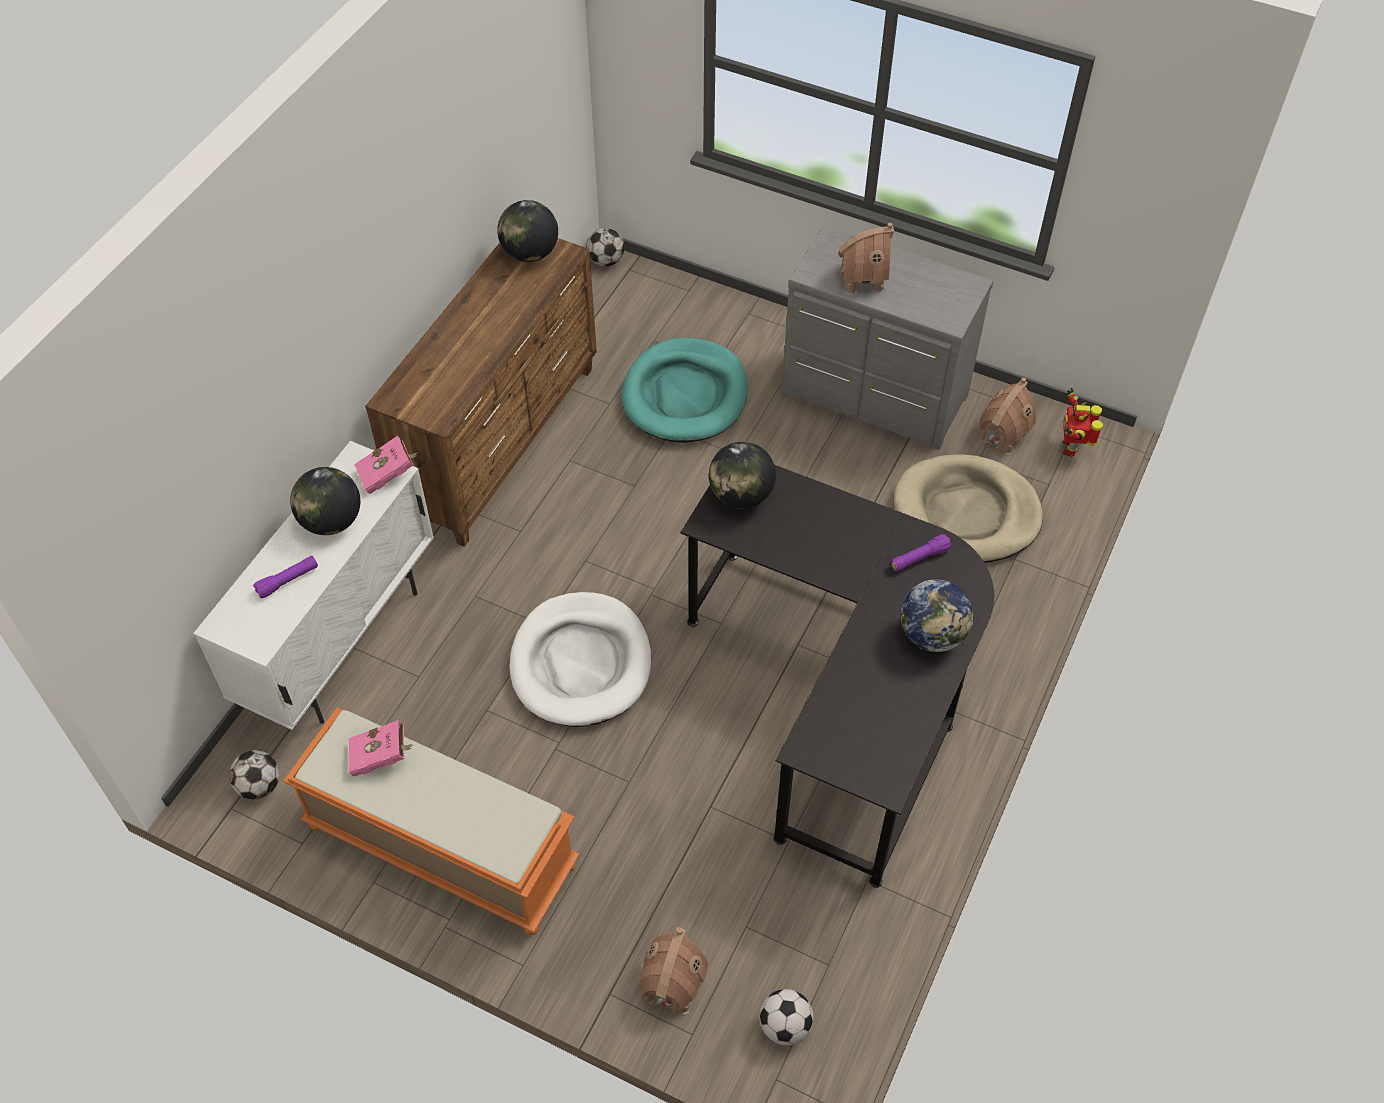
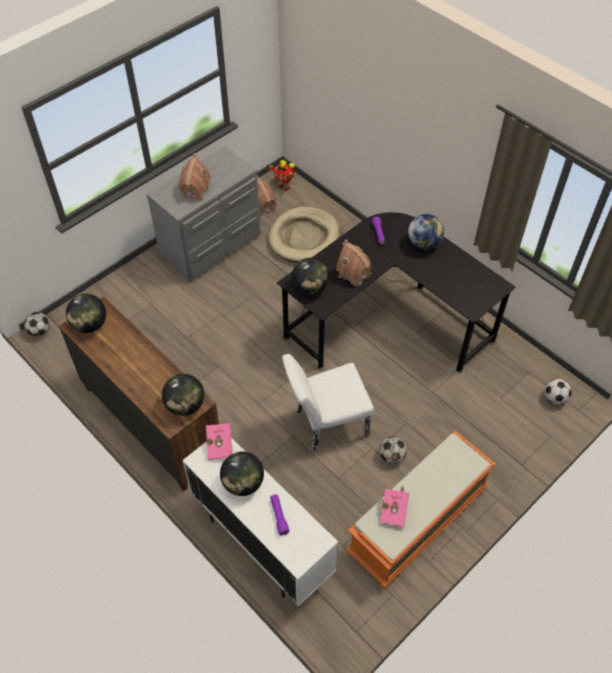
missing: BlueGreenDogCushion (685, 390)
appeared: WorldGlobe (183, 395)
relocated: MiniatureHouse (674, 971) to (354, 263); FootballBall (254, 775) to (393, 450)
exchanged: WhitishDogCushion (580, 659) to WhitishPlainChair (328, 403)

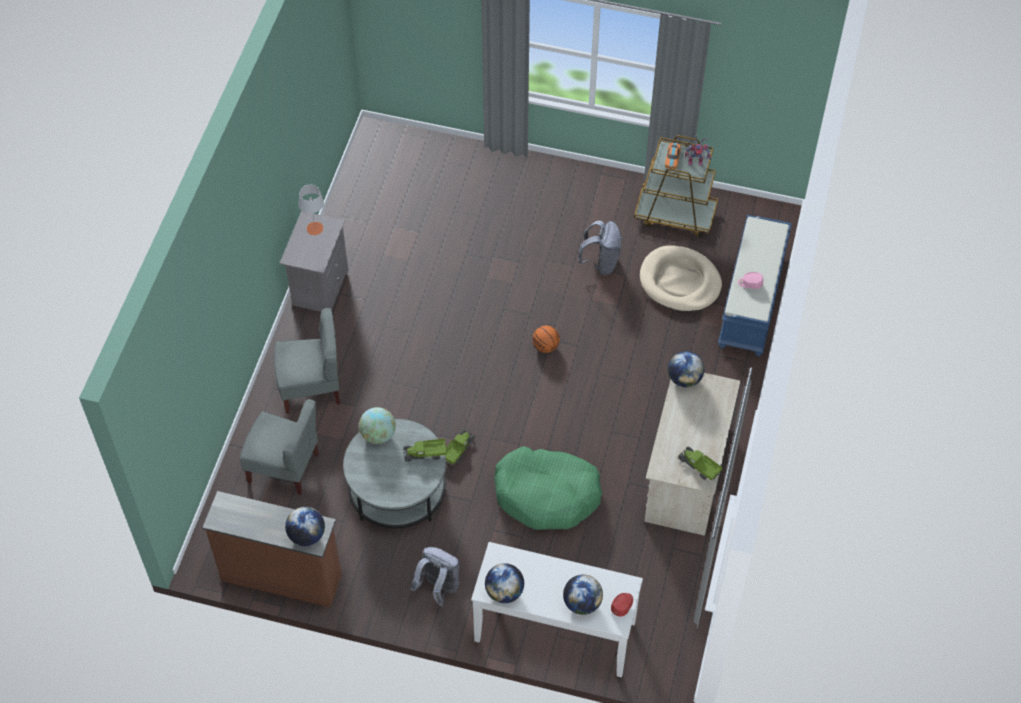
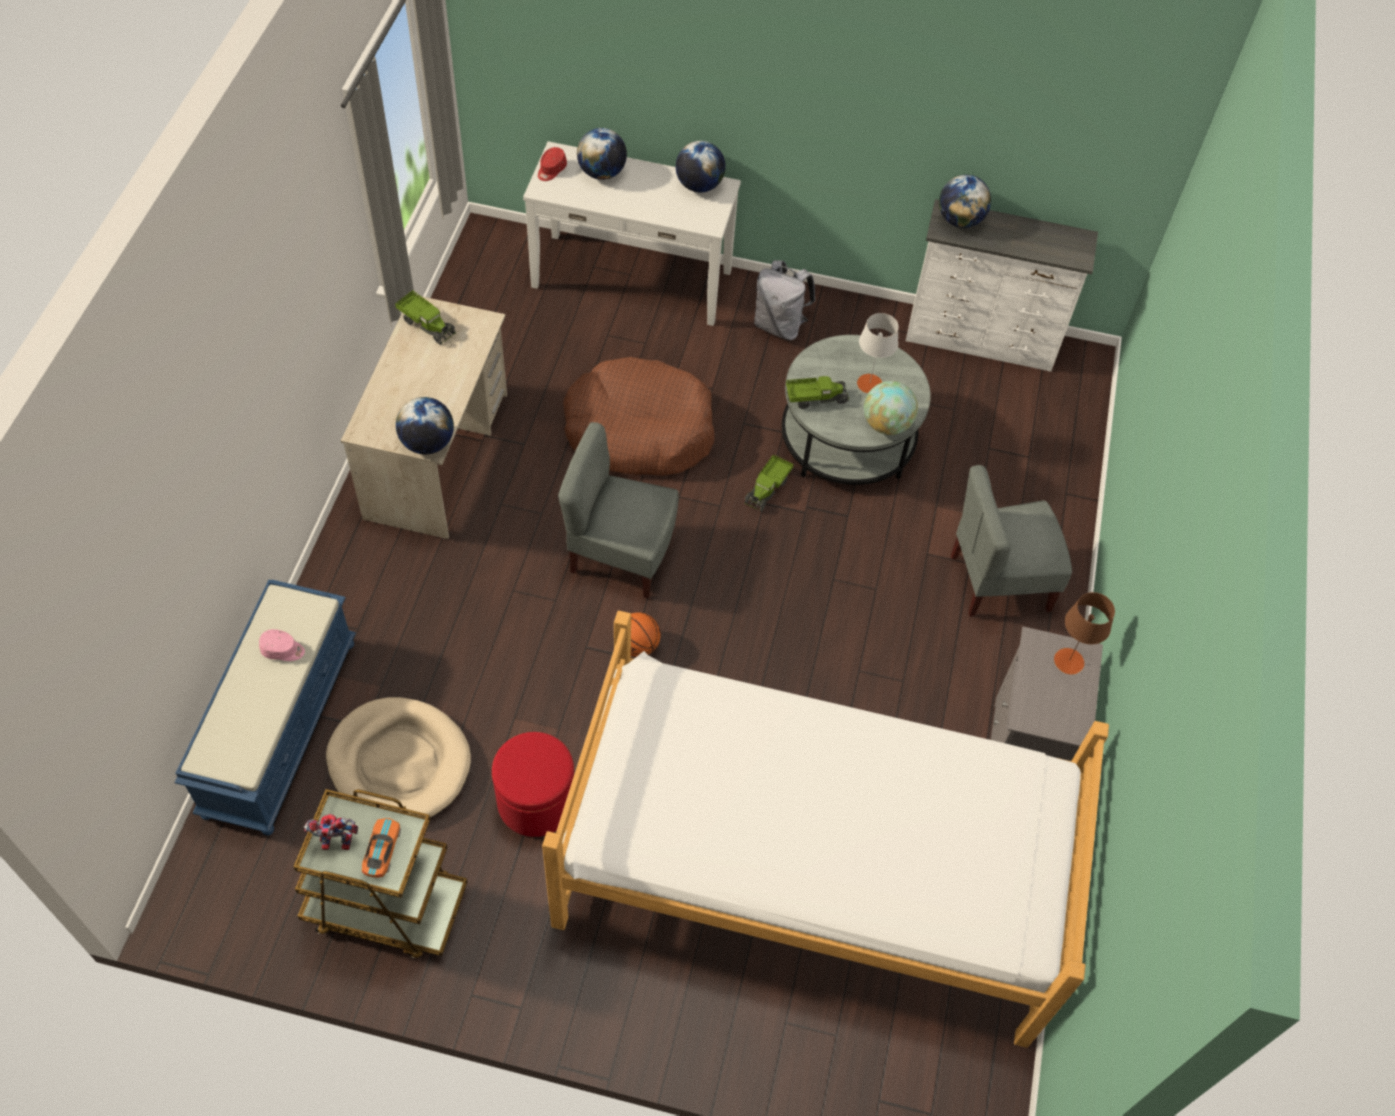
appeared: Bed (825, 829); BrownLampForATable (1084, 633)
relocated: GreyPlainChair (279, 447) to (618, 510); GreyLampForATable (311, 210) to (877, 353)
exchanged: GreyRucksack (600, 248) to ReddishFootrest (533, 784)
colour: GreenDogCushion (548, 488) to BrownDogCushion (639, 416); BrownDrawerChest (272, 549) to WhitishDrawerChest (1002, 285)

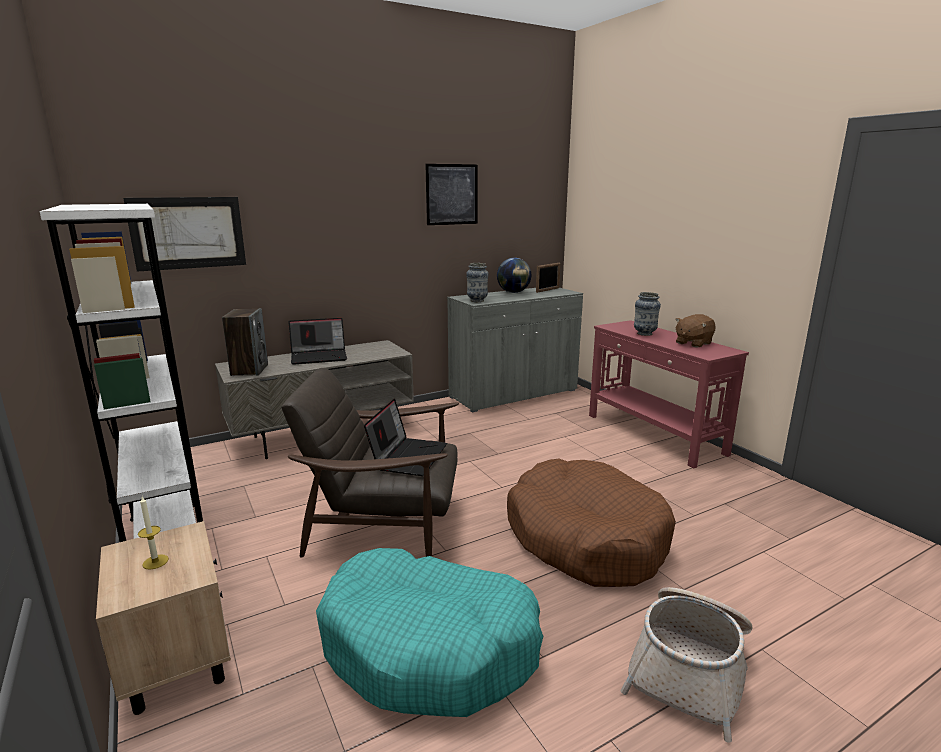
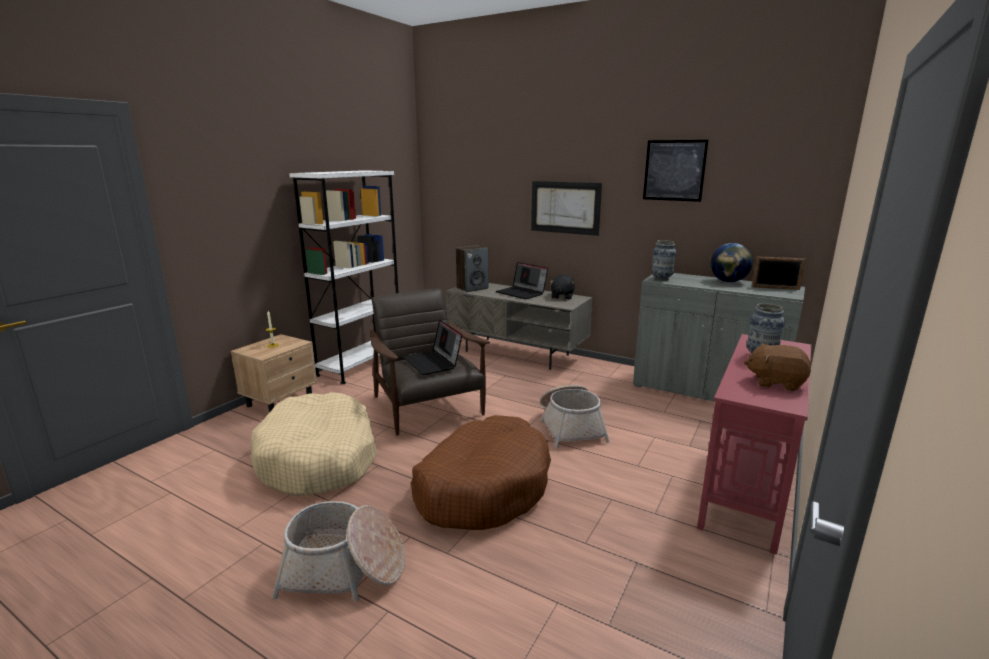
appeared: HouseholdBasket (575, 416); BlackishPlushToy (562, 287)
relocated: Picture (184, 234) to (566, 208)
colour: BlueGreenDogCushion (429, 632) to SandColouredDogCushion (314, 444)
spun: Laptop (405, 437) = (432, 347) 75 degrees clockwise

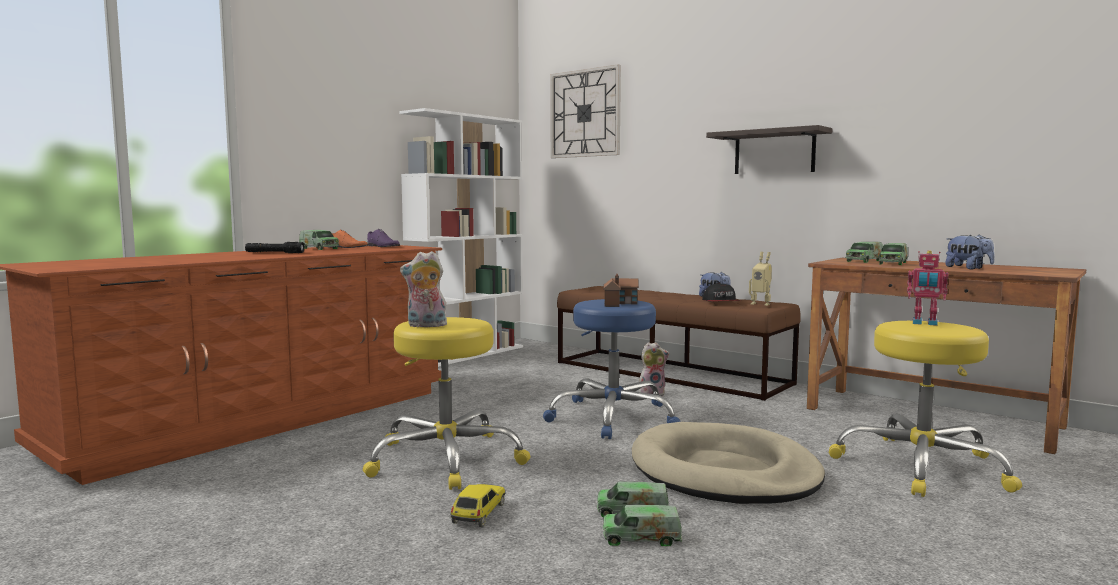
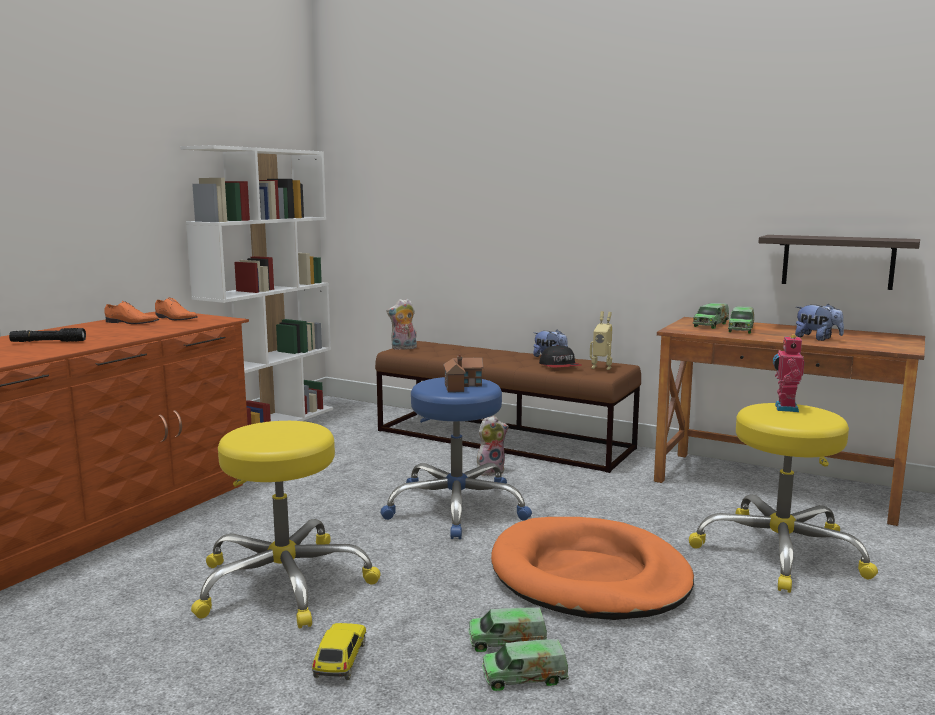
missing: ModelTruck (319, 240); ClockOnTheWall (586, 111)
relocated: PlushToy (423, 289) to (402, 324); Shelf (769, 149) to (839, 262)
colour: PurplishLowShoe (383, 238) to OrangeyLowShoe (176, 308); SandColouredDogCushion (728, 463) to OrangeyDogCushion (592, 568)
spun: ToyRobot (928, 288) = (789, 373) 90 degrees clockwise

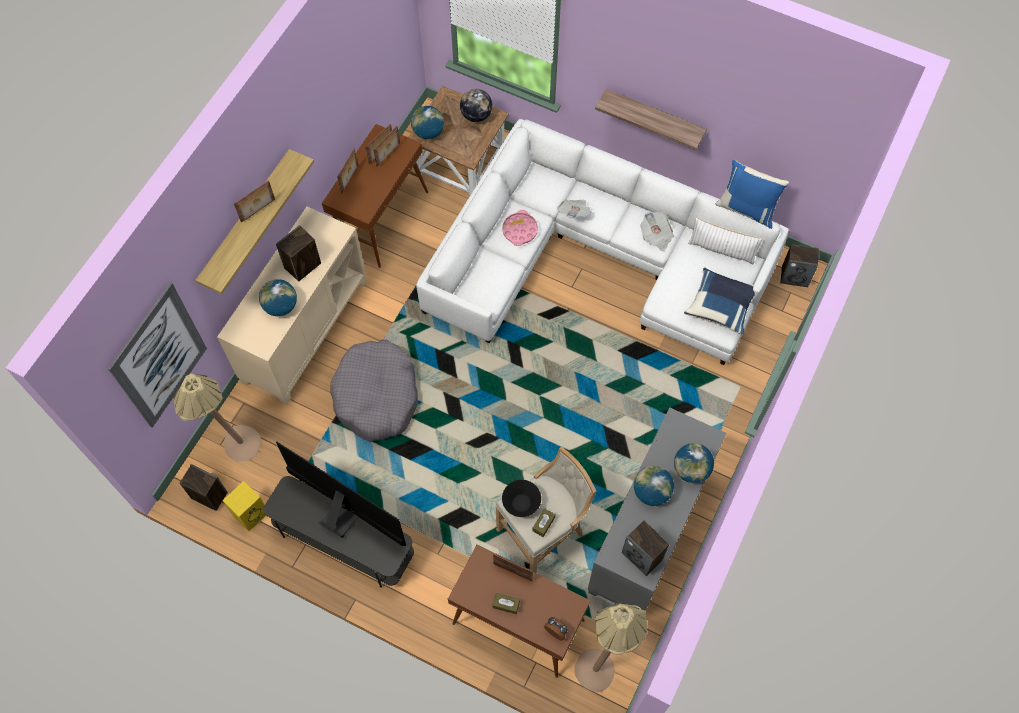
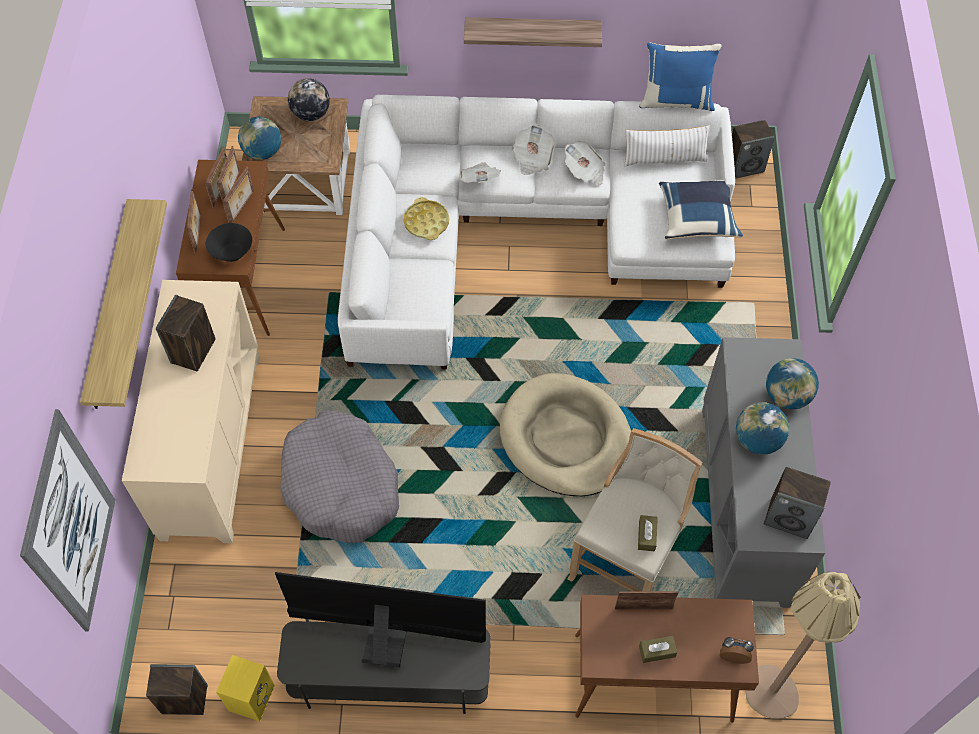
missing: SandColouredStandingLamp (217, 417); WorldGlobe (278, 297)
appeared: SandColouredDogCushion (565, 434); Newspaper (534, 150)
relocated: BlackishServingBowl (521, 498) to (229, 242); PictureFrame (254, 201) to (238, 194)
colour: PinkColouredServingTray (520, 228) to YellowishServingTray (426, 218)

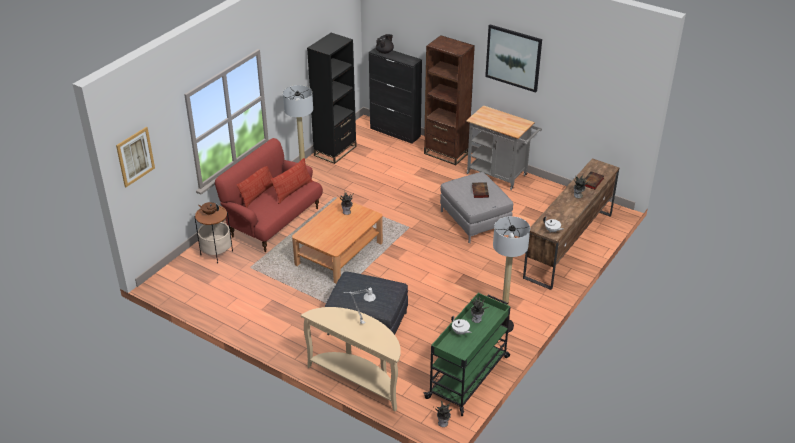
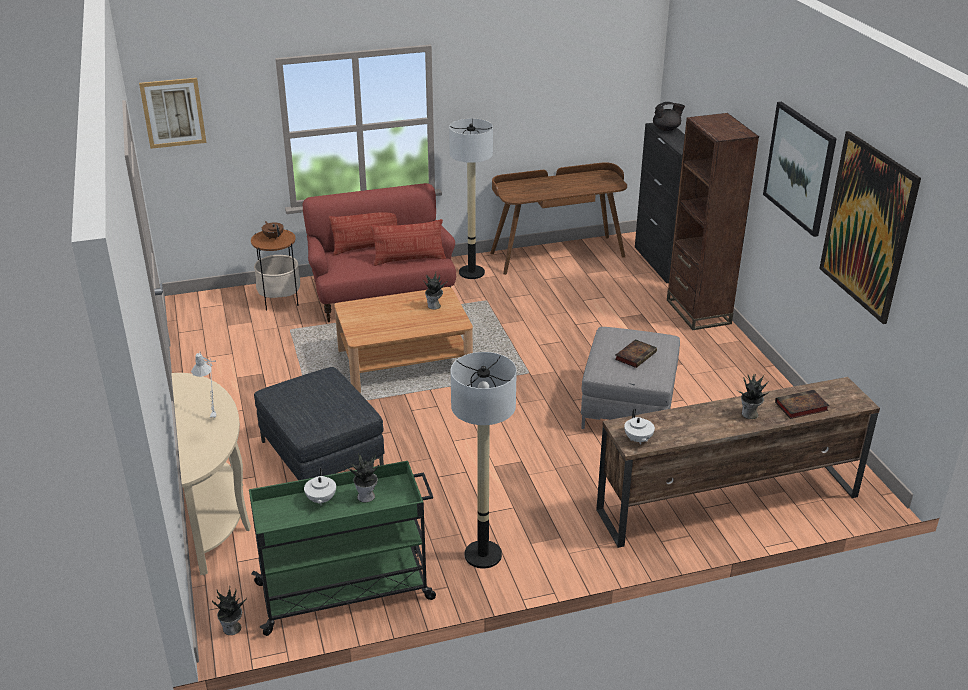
missing: GreyTrolley (504, 147)
appeared: Picture (870, 227)
exchanged: BlackishBookshelf (332, 98) to BrownDesk (558, 218)

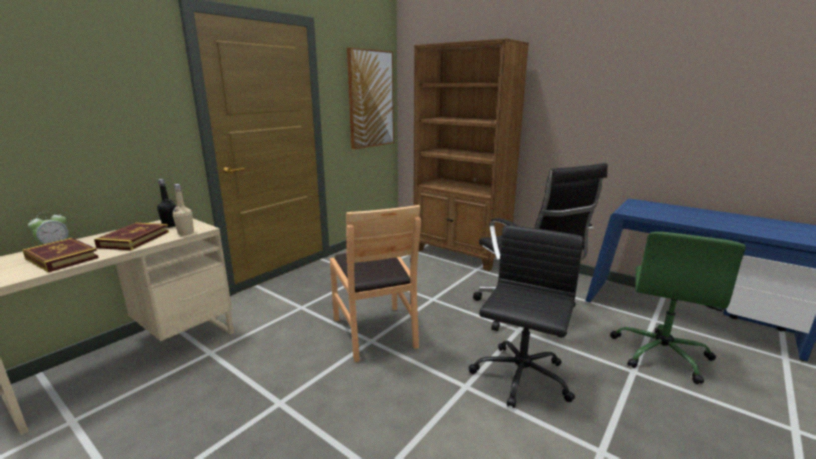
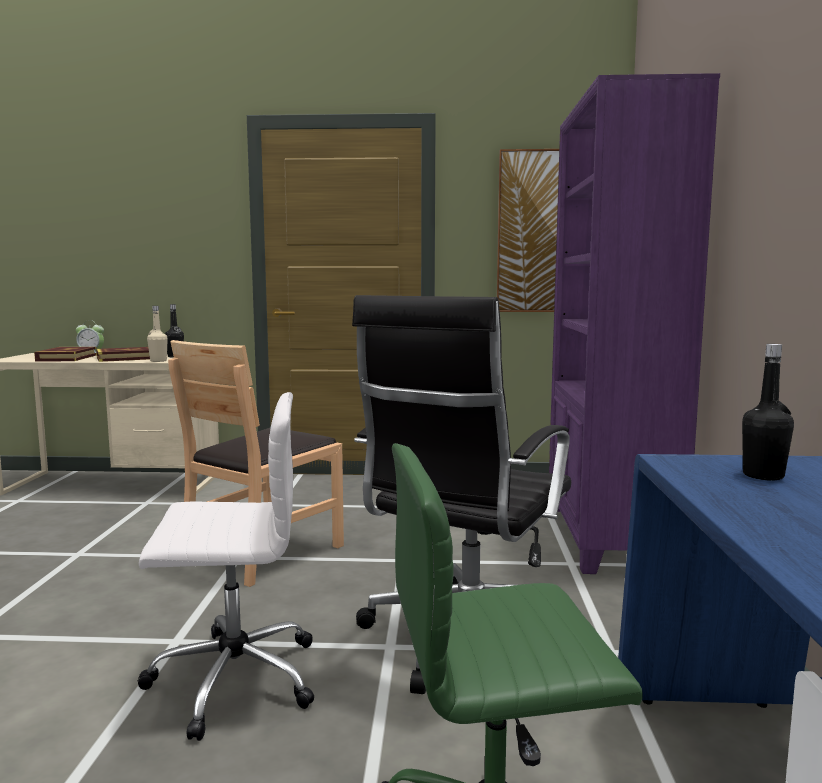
appeared: BlackishDrinkBottle (768, 412)
colour: BlackishDeskChair (526, 316) to WhitishDeskChair (225, 566); BrownBookshelf (471, 154) to PurplishBookshelf (634, 323)

